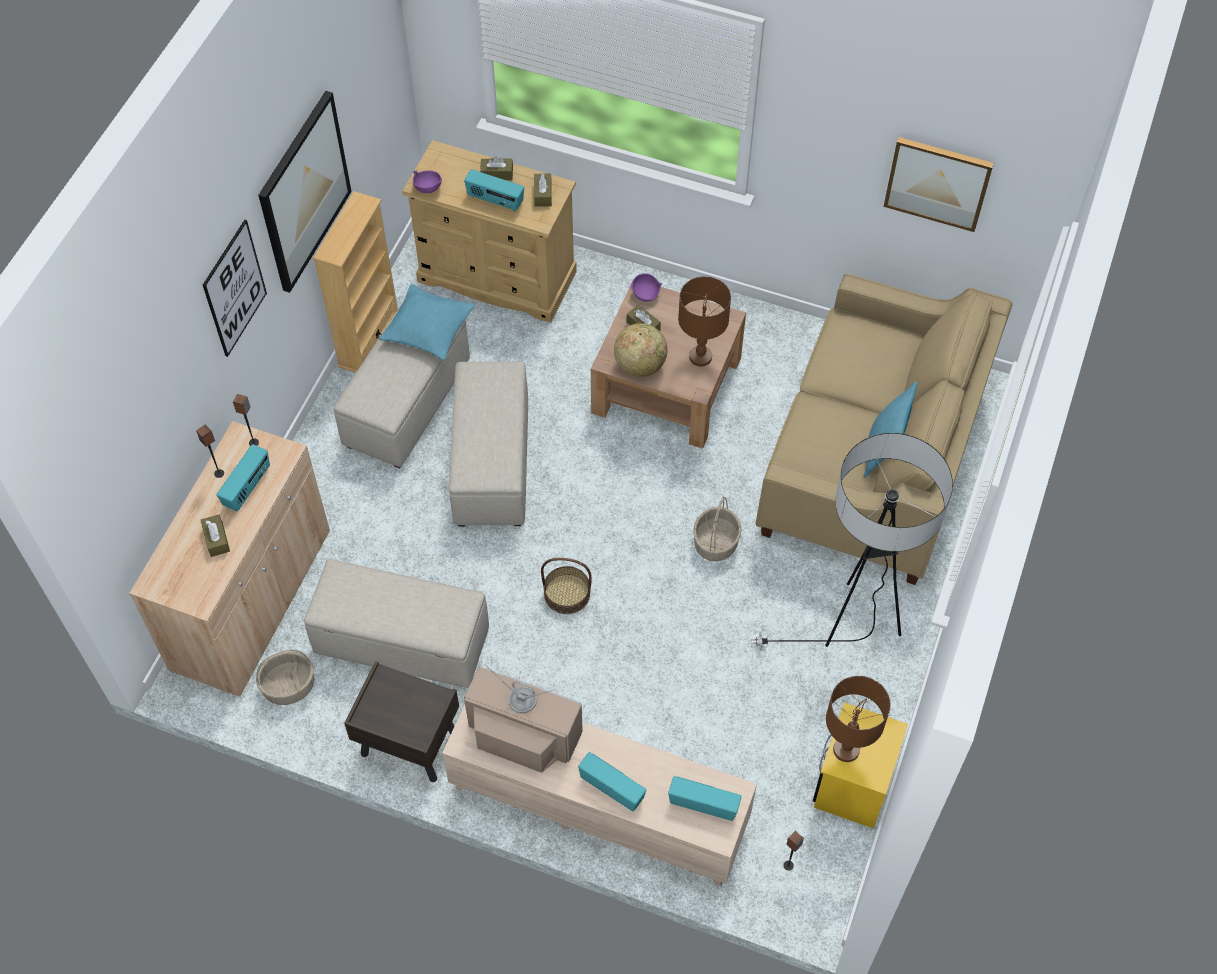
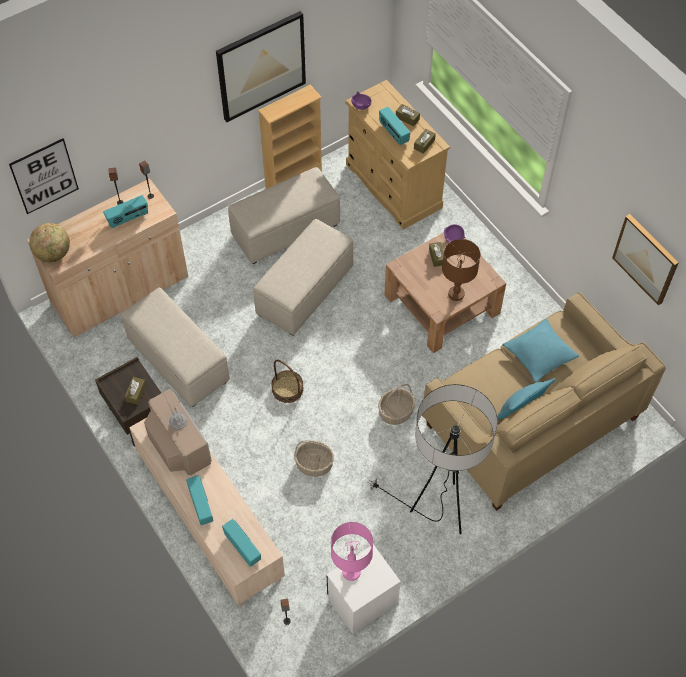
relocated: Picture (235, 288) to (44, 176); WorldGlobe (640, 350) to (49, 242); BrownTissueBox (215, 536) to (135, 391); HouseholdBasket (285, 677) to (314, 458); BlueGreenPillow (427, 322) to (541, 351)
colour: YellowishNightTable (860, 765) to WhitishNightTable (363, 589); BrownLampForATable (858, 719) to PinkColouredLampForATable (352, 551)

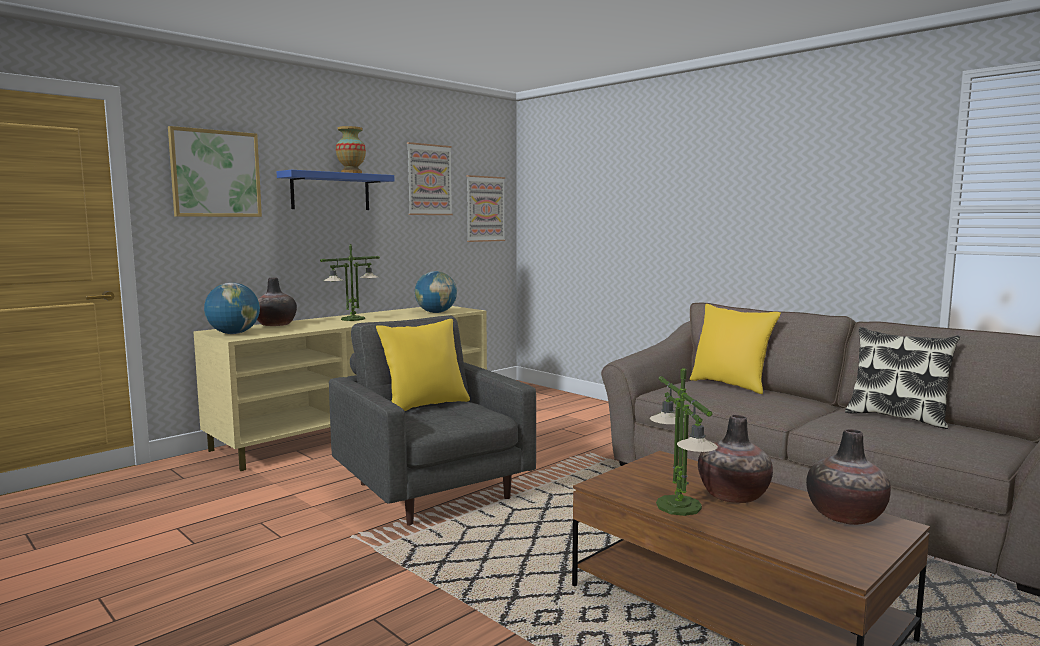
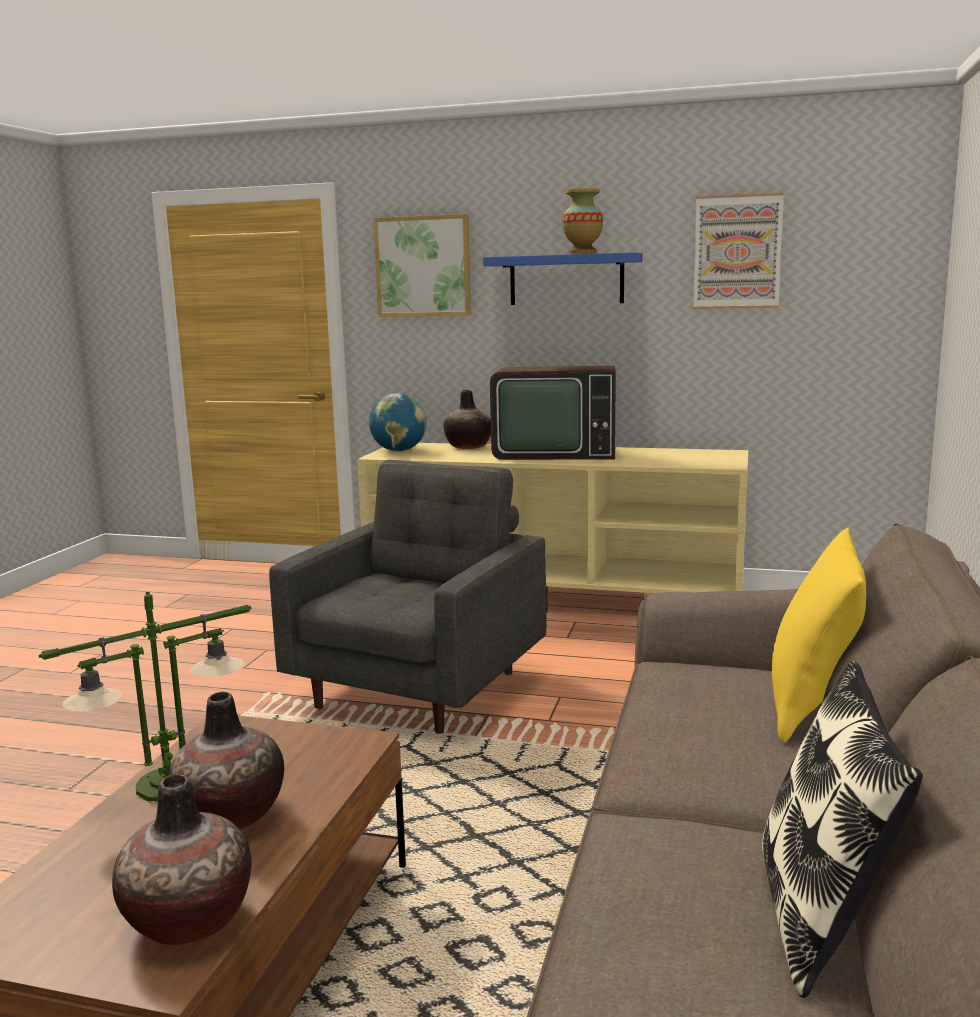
missing: YellowishPillow (423, 365); WorldGlobe (436, 292); Picture (485, 208)
exchanged: LampForATable (350, 282) to Television (553, 413)

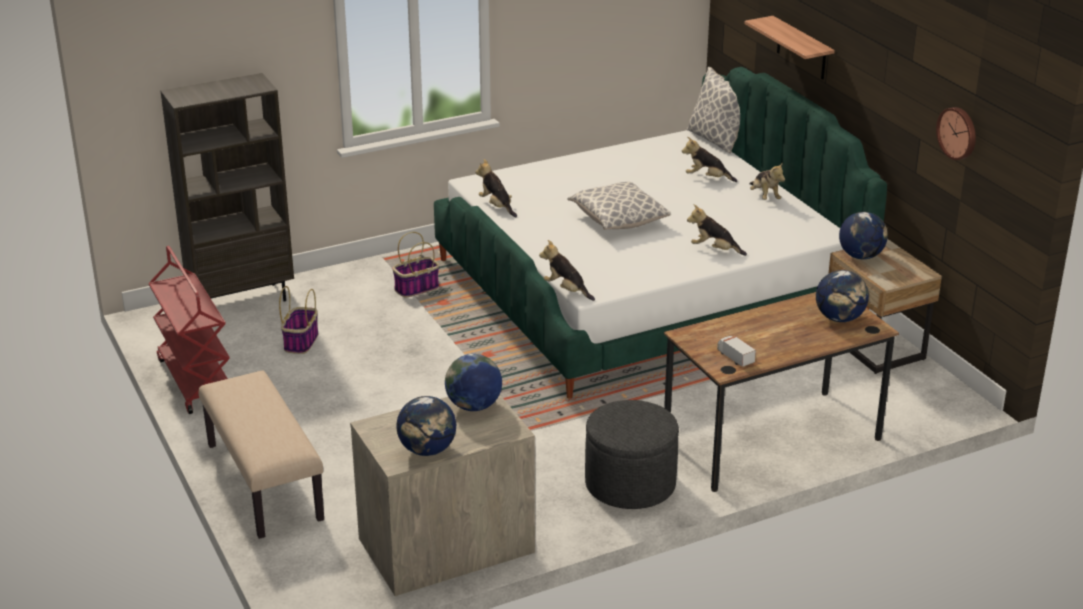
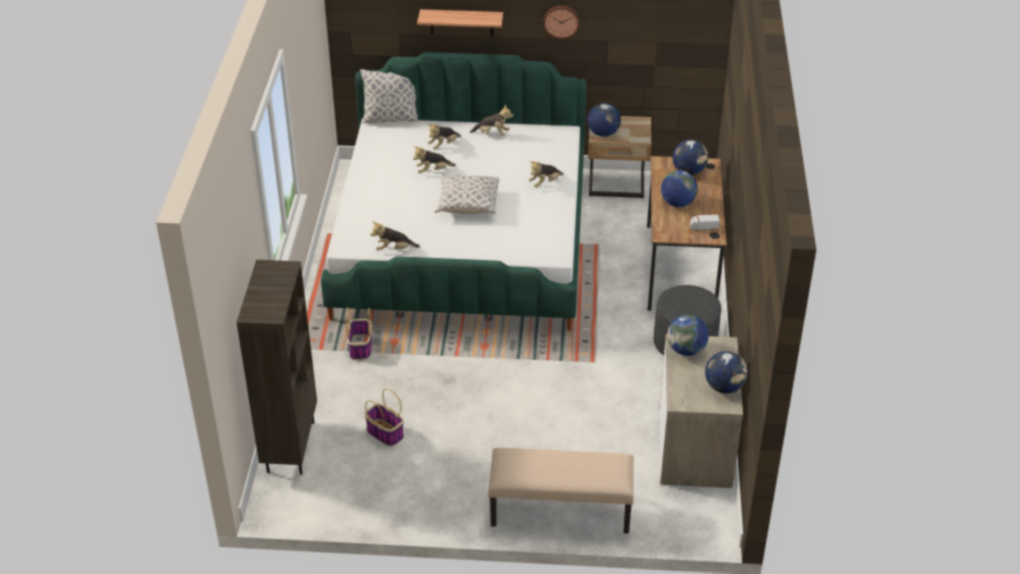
missing: ReddishTrolley (189, 330)
appeared: WorldGlobe (679, 189)
relocated: PlushToy (567, 270) to (434, 159); ClockOnTheWall (956, 133) to (561, 22)

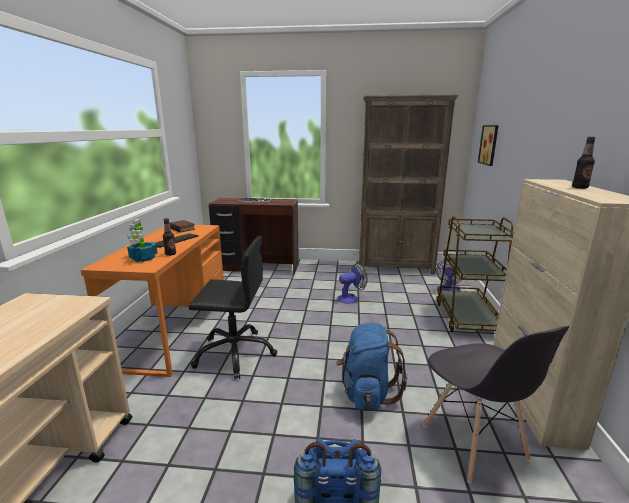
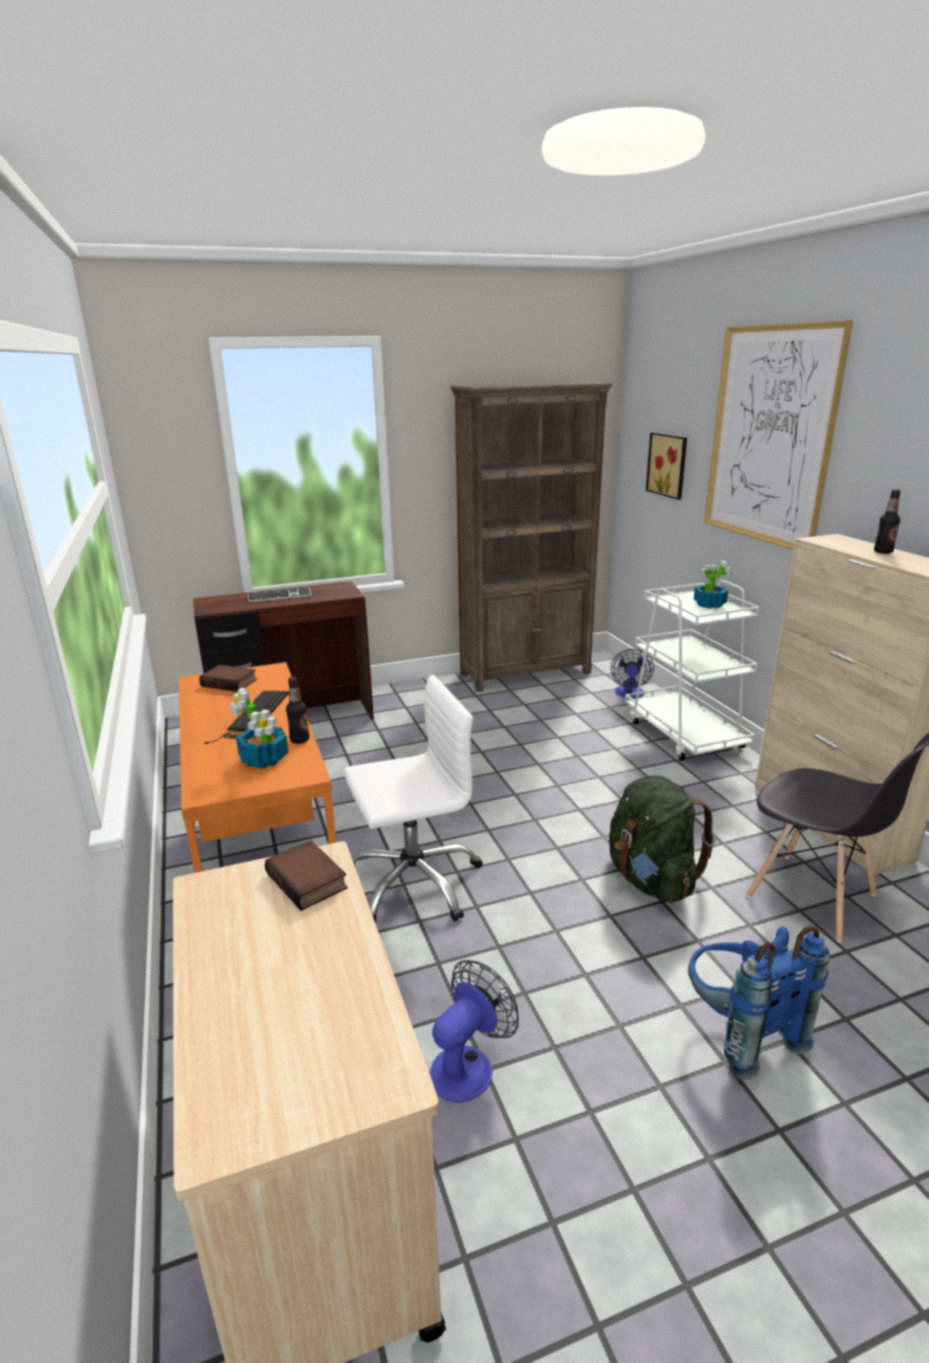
appeared: Book (306, 875); PlantInAPot (713, 585); Picture (778, 435)
relocated: ElectricFan (352, 283) to (474, 1031)
colour: BlackishDeskChair (232, 308) to WhitishDeskChair (413, 799); BluishRucksack (372, 367) to GreenRucksack (662, 839); BrownTrolley (475, 274) to WhitishTrolley (692, 670)

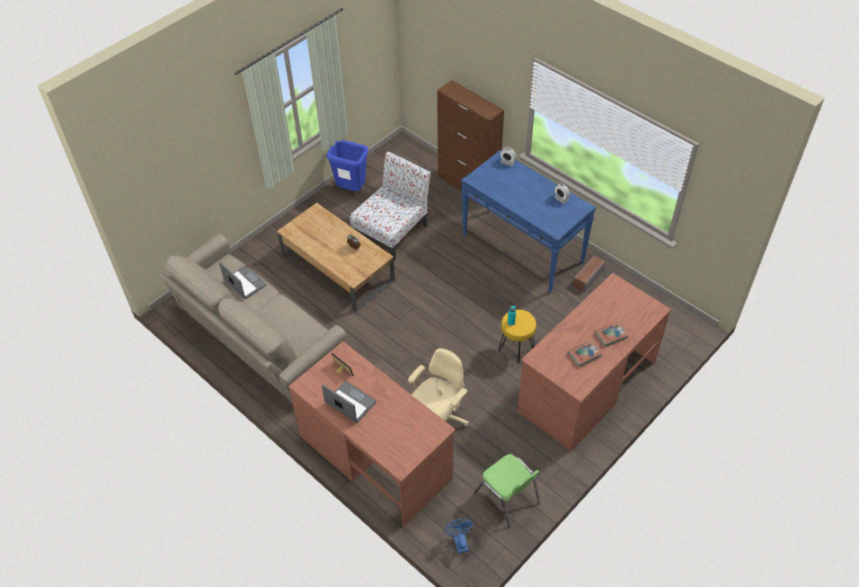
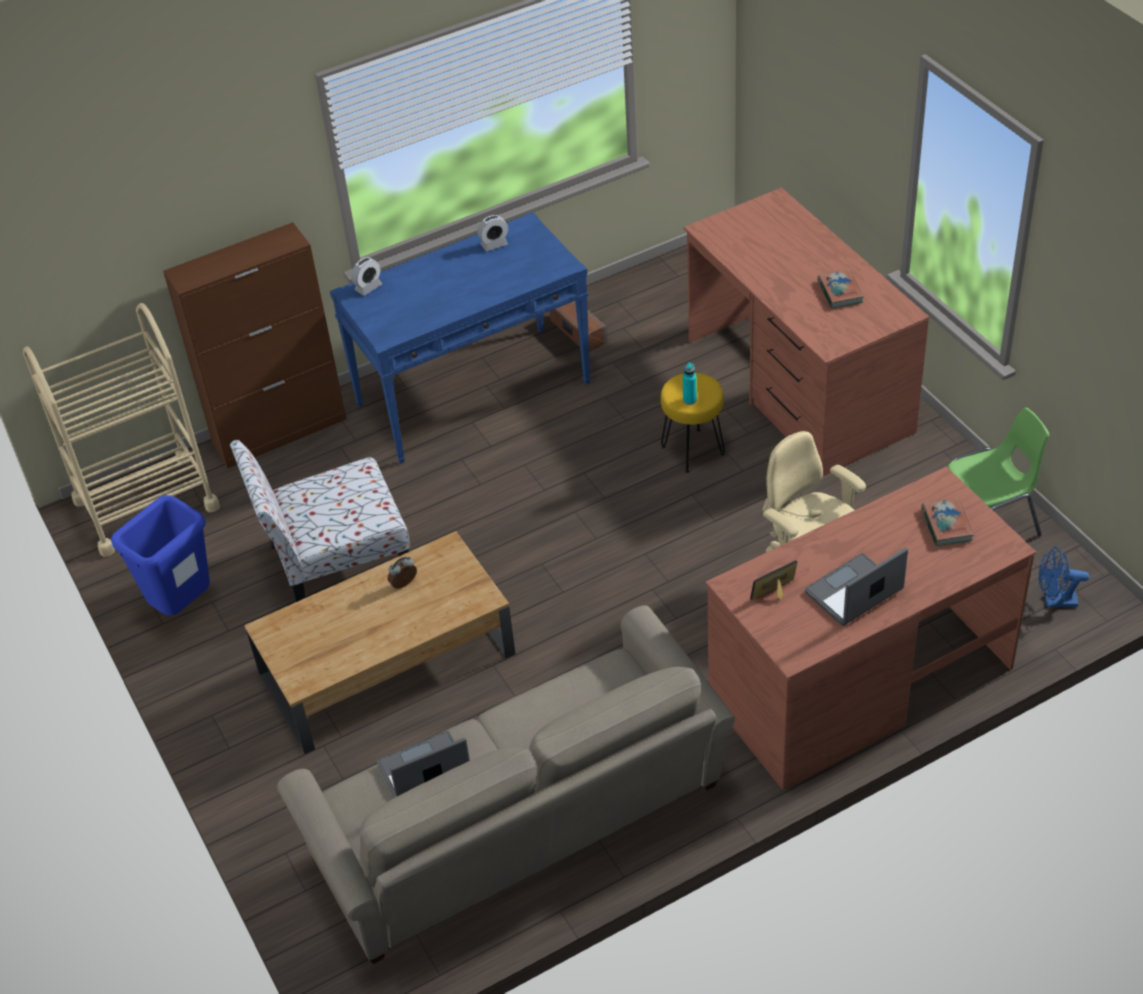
appeared: SandColouredTrolley (121, 430)
relocated: Book (612, 334) to (947, 522)
spun: PlainChair (390, 206) = (320, 521) 75 degrees counterclockwise

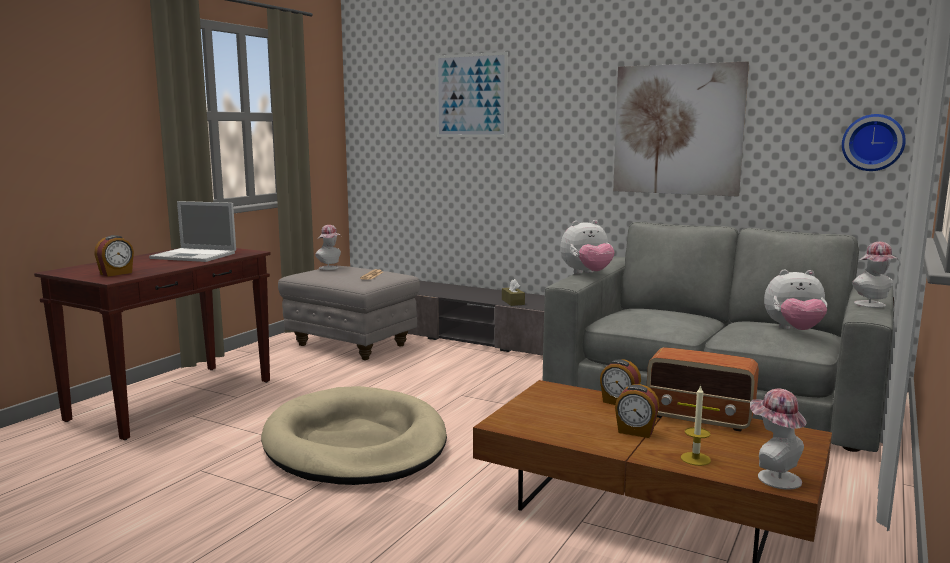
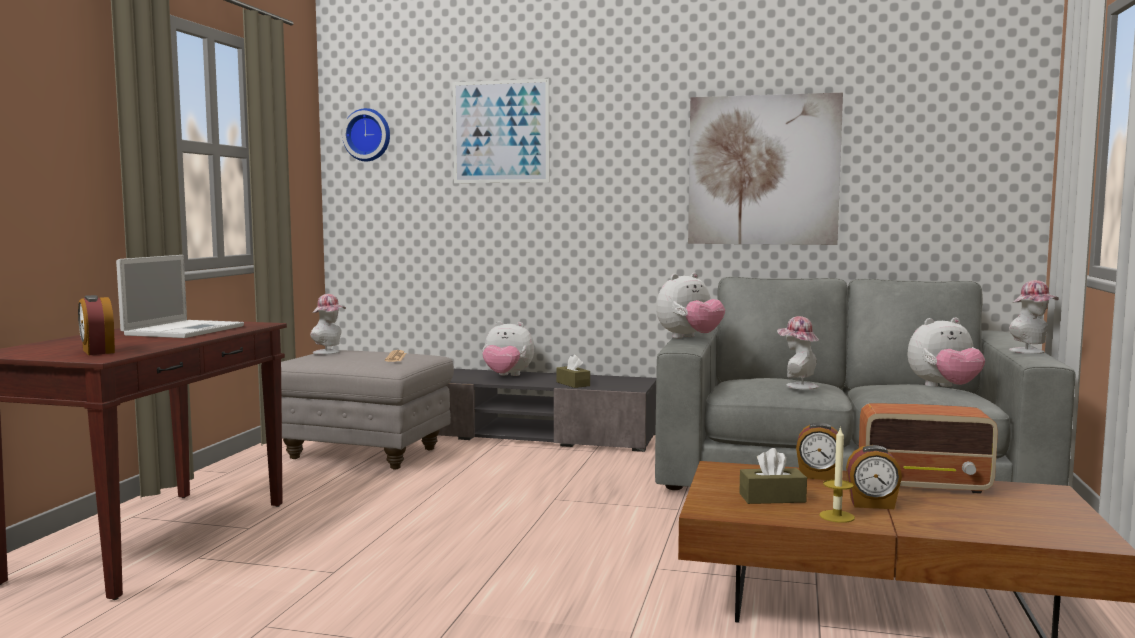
missing: SandColouredDogCushion (354, 435)
appeared: PlushToy (508, 348); BrownTissueBox (773, 476)
relocated: ClockOnTheWall (874, 142) to (366, 134); WearableHat (778, 439) to (798, 353); WaxCandle (696, 425) to (837, 474)
spun: AlarmClock (114, 256) = (96, 325) 120 degrees clockwise; Laptop (192, 231) = (180, 296) 75 degrees counterclockwise

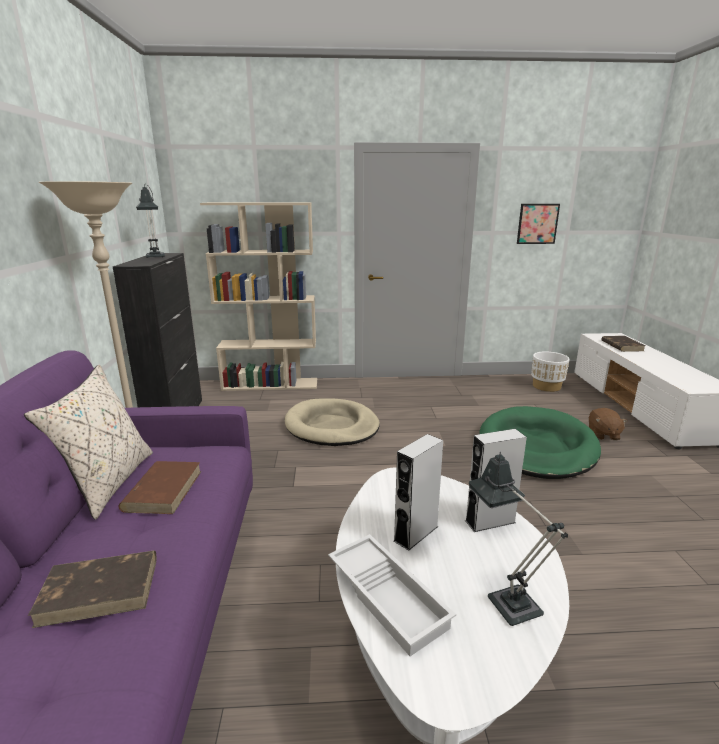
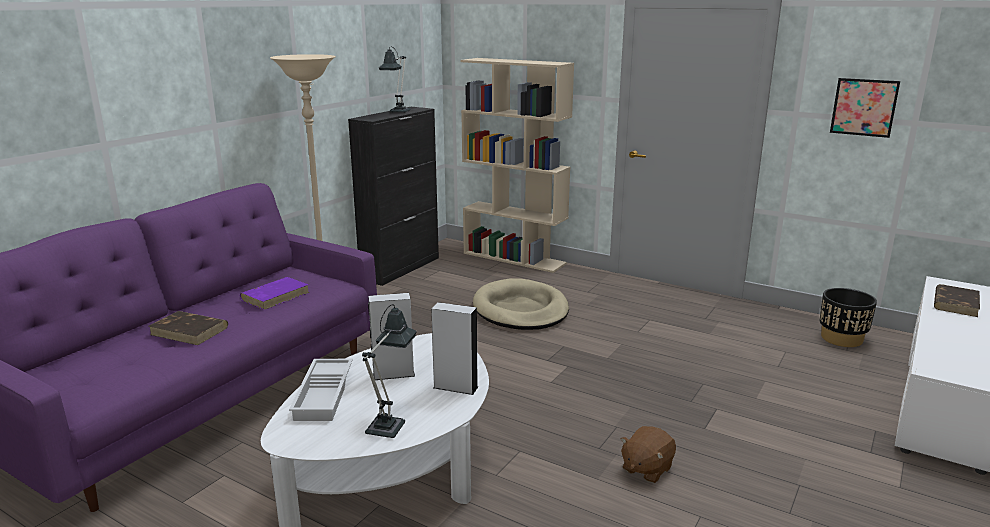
missing: SandColouredPillow (88, 442); GreenDogCushion (540, 442)
relocated: BrownPlushToy (608, 424) to (648, 454)
colour: BrownBook (159, 487) to PurplishBook (275, 293); WhitishPlanter (550, 372) to BlackishPlanter (848, 317)

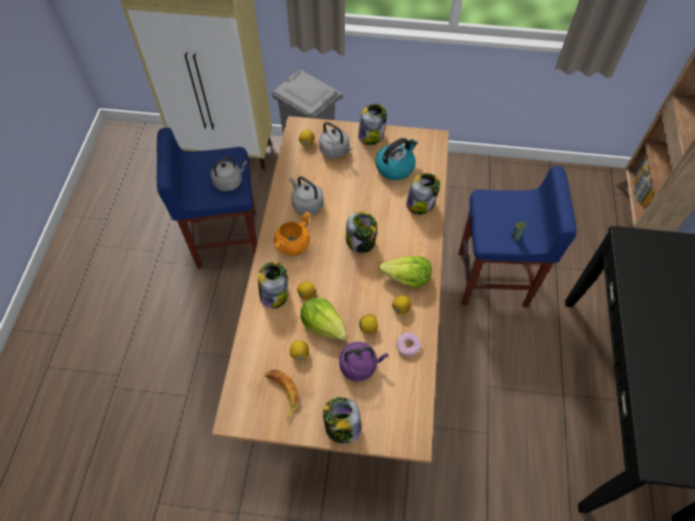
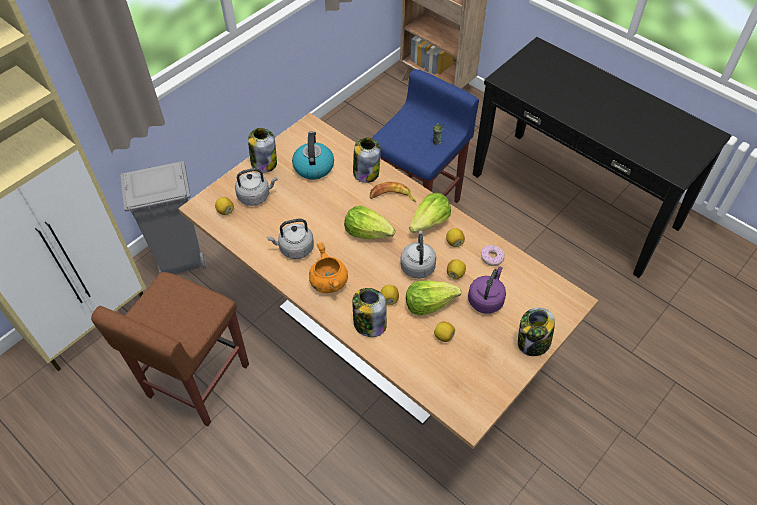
relocated: Banana (282, 395) to (393, 192); GreyWaterKettle (229, 174) to (418, 255)
exchanged: Jar (361, 232) to LettuceHead (369, 222)
colour: BluishStoolSeat (207, 198) to BrownStoolSeat (170, 349)

